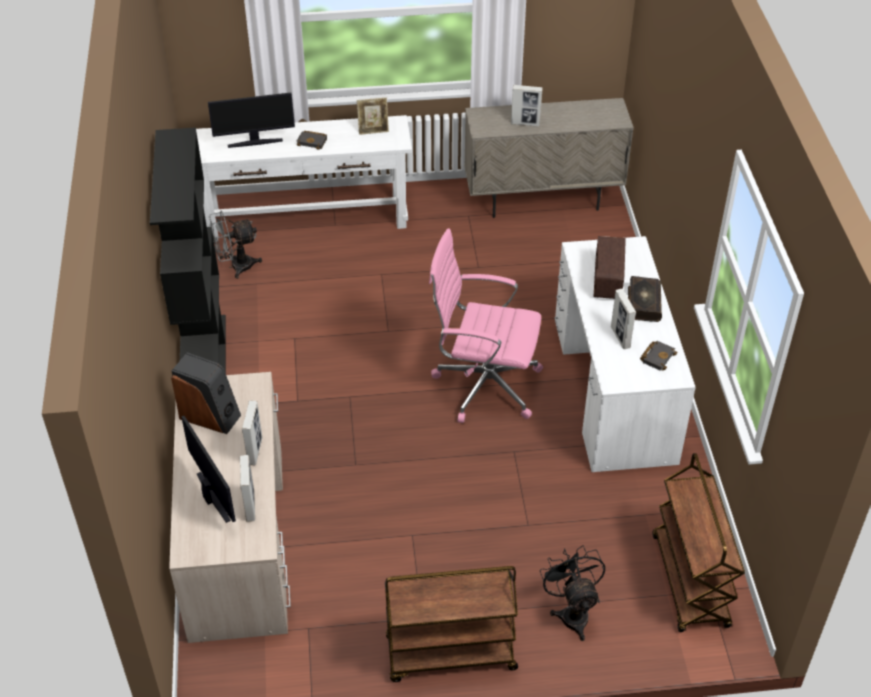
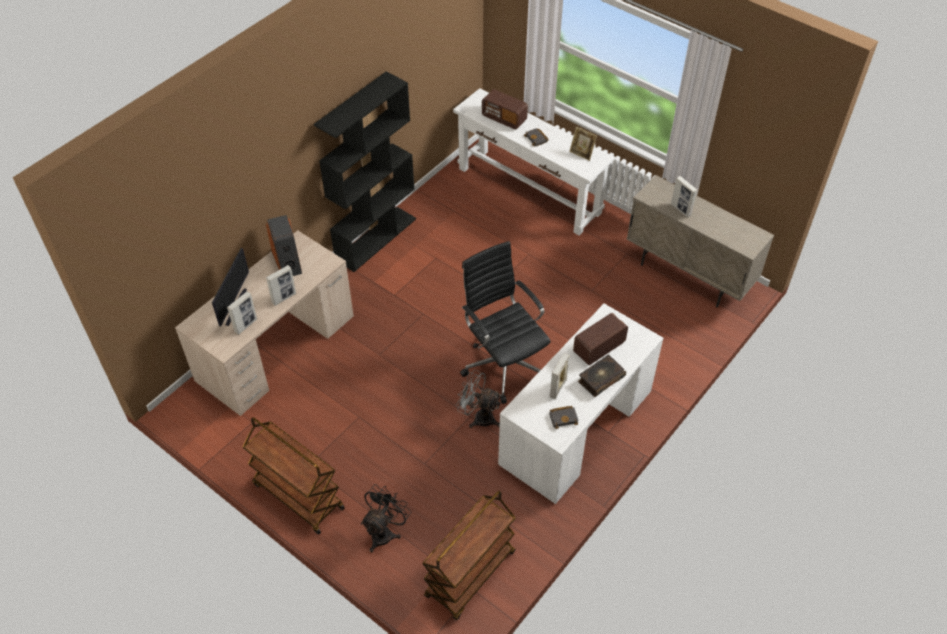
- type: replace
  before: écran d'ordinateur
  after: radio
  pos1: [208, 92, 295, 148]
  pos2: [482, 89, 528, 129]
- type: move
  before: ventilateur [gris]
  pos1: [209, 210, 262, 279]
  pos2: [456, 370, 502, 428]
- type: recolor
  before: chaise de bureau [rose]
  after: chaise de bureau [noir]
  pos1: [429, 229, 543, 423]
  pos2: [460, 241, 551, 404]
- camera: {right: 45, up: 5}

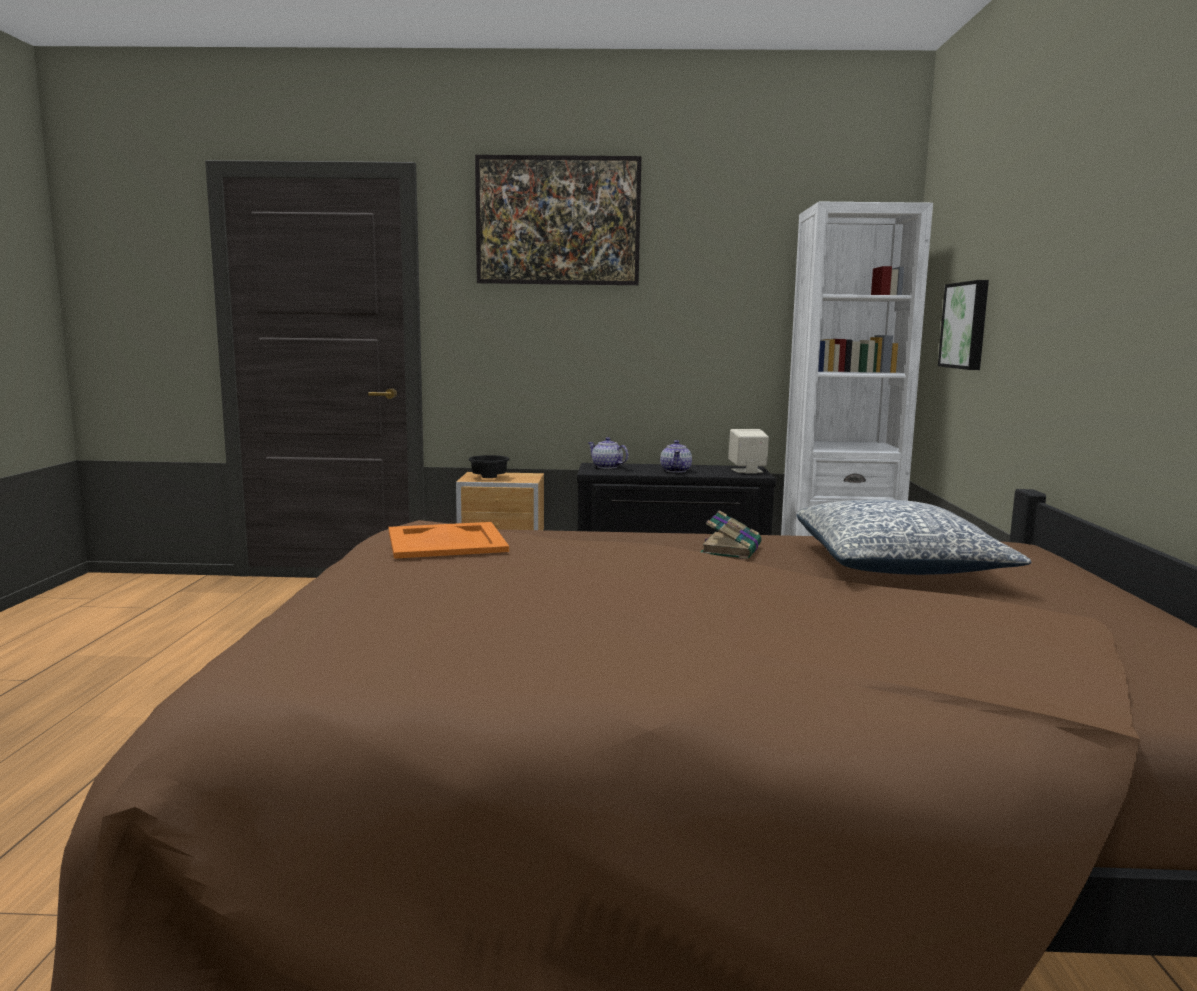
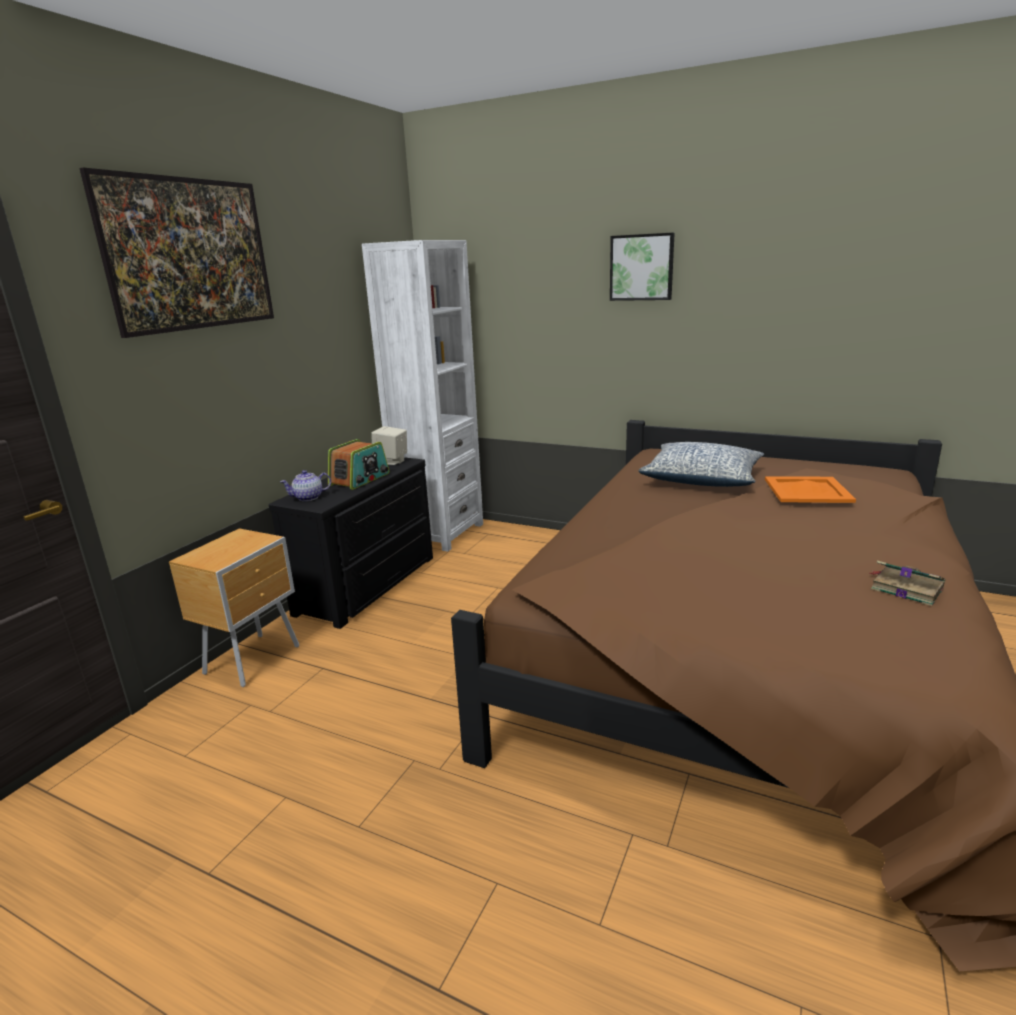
- type: move
  before: tableau
  pos1: [938, 280, 989, 370]
  pos2: [610, 233, 675, 301]
- type: replace
  before: théière
  after: radio
  pos1: [660, 440, 692, 473]
  pos2: [328, 439, 389, 490]
- type: delete
  before: bol [noir]
  pos1: [468, 455, 510, 478]
- type: move
  before: livre
  pos1: [701, 510, 761, 559]
  pos2: [870, 561, 946, 606]
- type: move
  before: plateau [orange]
  pos1: [389, 522, 509, 559]
  pos2: [765, 476, 856, 503]
- camera: {right: -65, up: 10}

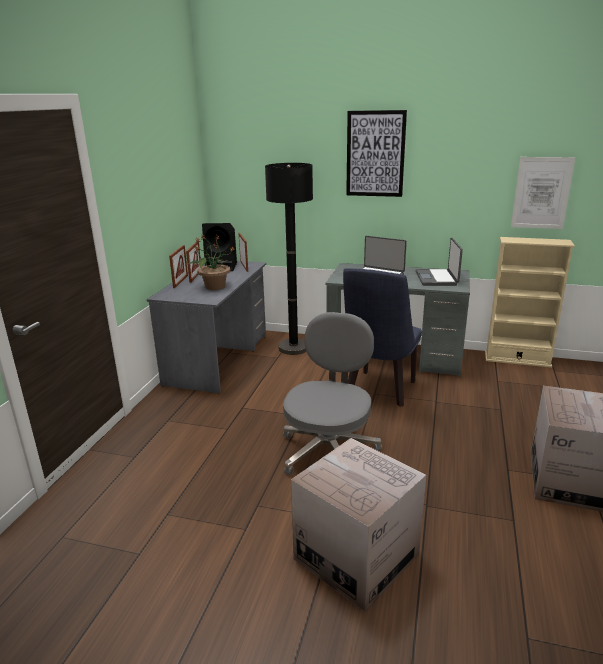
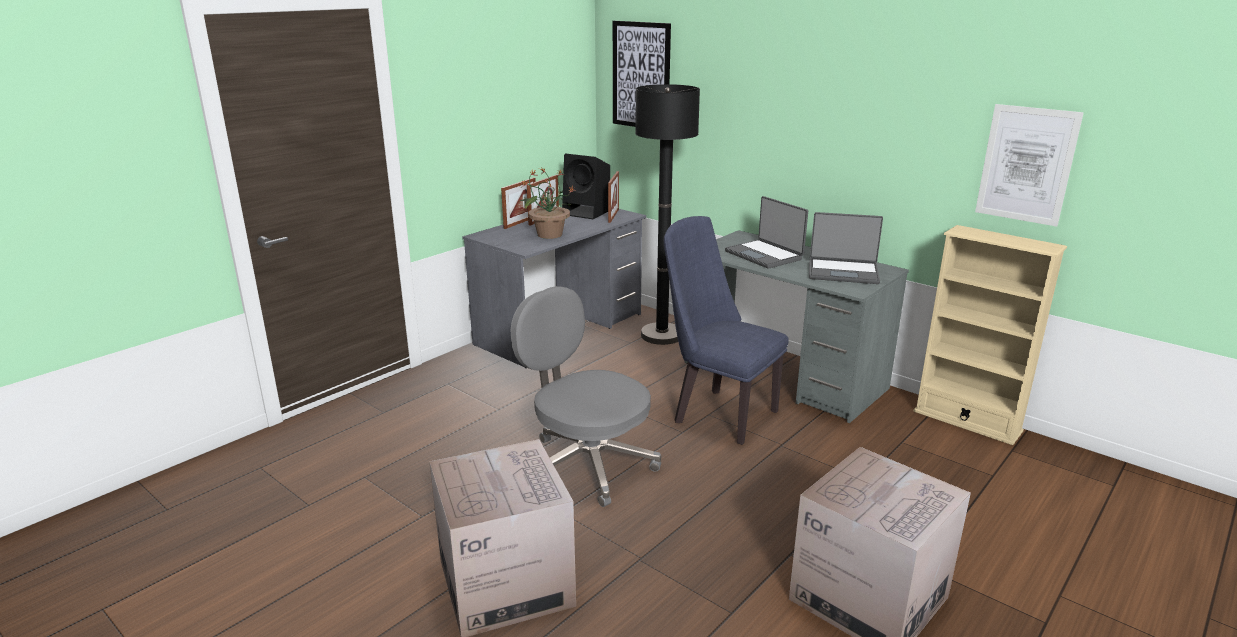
- type: move
  before: tableau
  pos1: [346, 110, 407, 197]
  pos2: [613, 21, 671, 127]
- type: rotate
  before: ordinateur portable
  pos1: [415, 238, 463, 286]
  pos2: [809, 212, 883, 284]
  turn: -105
- type: rotate
  before: chaise [bleu]
  pos1: [343, 268, 422, 407]
  pos2: [664, 216, 789, 445]
  turn: 75
- type: rotate
  before: chaise de bureau [gris]
  pos1: [283, 312, 382, 475]
  pos2: [511, 286, 661, 507]
  turn: -90
- camera: {right: 25, up: 0}

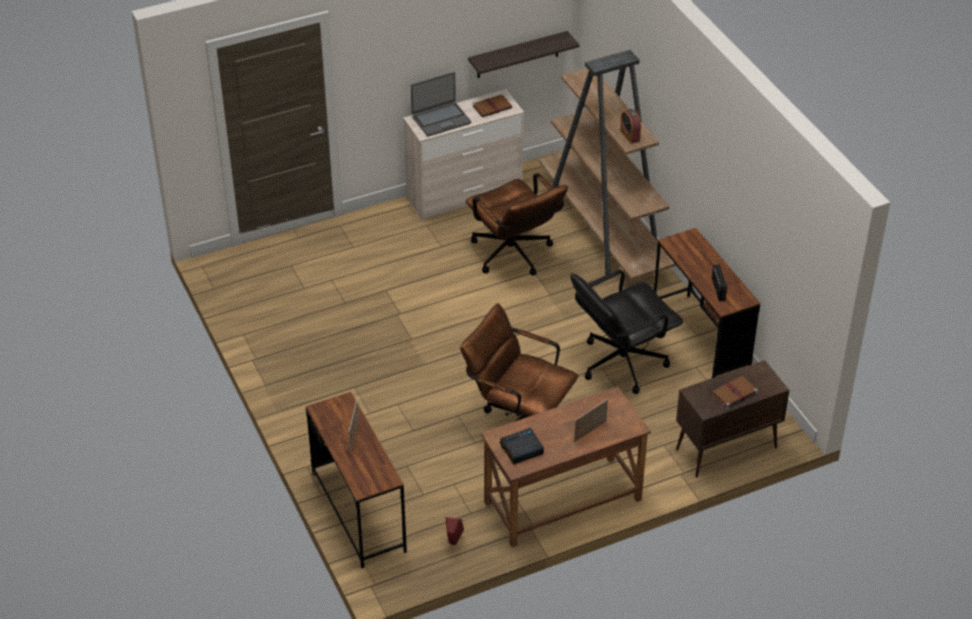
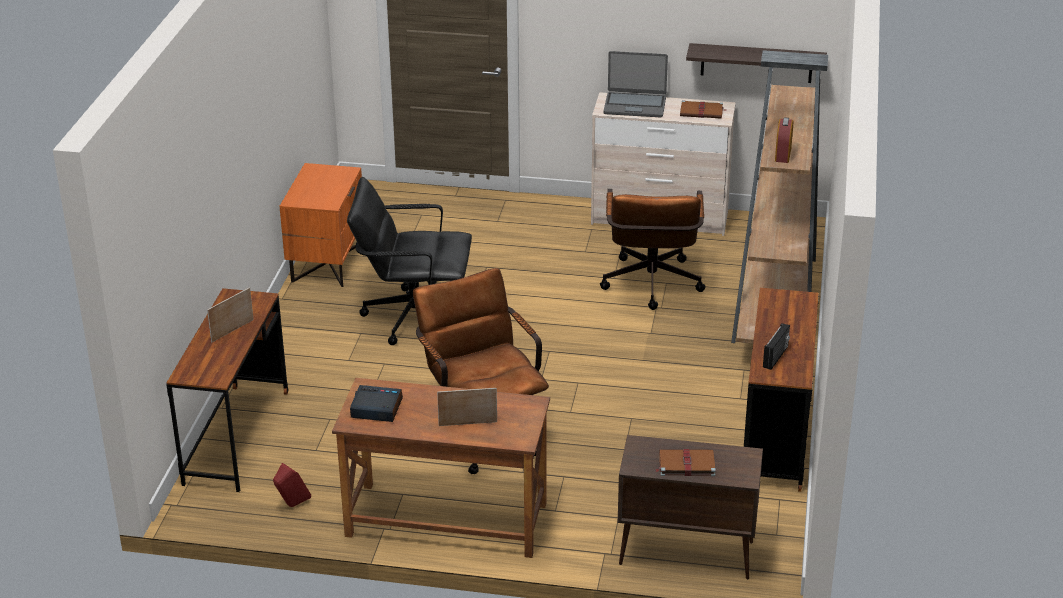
- type: move
  before: chaise de bureau [noir]
  pos1: [570, 270, 683, 394]
  pos2: [347, 177, 472, 345]
- type: insert
  after: table de chevet [orange]
  pos2: [280, 163, 362, 287]
- camera: {right: 35, up: -10}

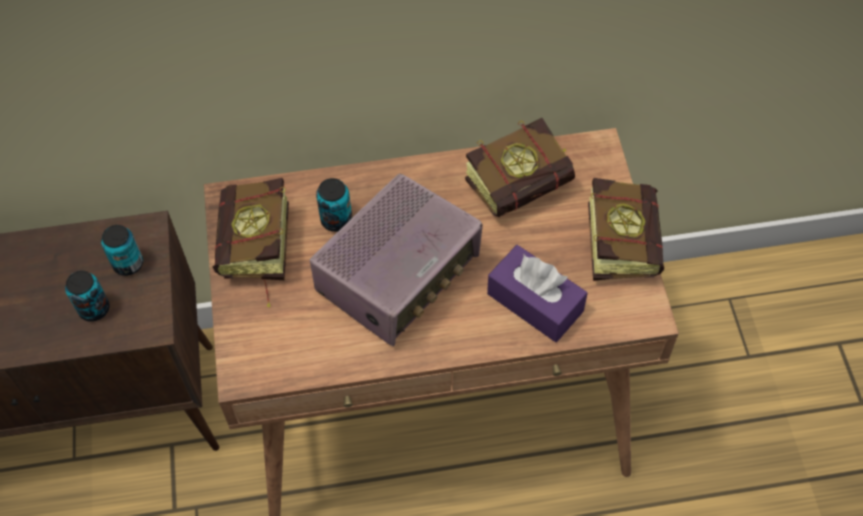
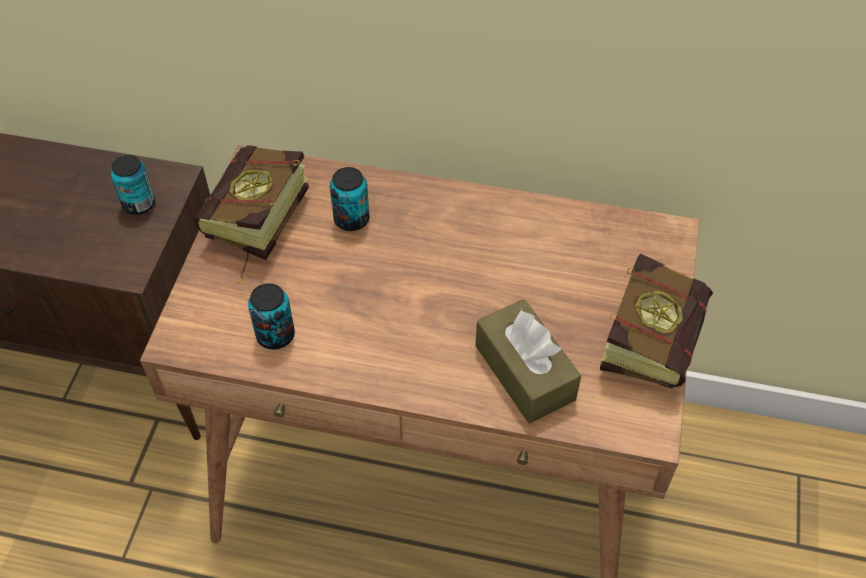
- type: delete
  before: livre
  pos1: [465, 118, 575, 217]
- type: delete
  before: radio
  pos1: [310, 174, 483, 346]
- type: recolor
  before: boîte à mouchoirs [violet]
  after: boîte à mouchoirs [marron]
  pos1: [487, 245, 588, 342]
  pos2: [475, 299, 581, 423]
- type: move
  before: boîte métallique
  pos1: [65, 270, 109, 322]
  pos2: [248, 283, 295, 350]
- camera: {right: 20, up: -5}

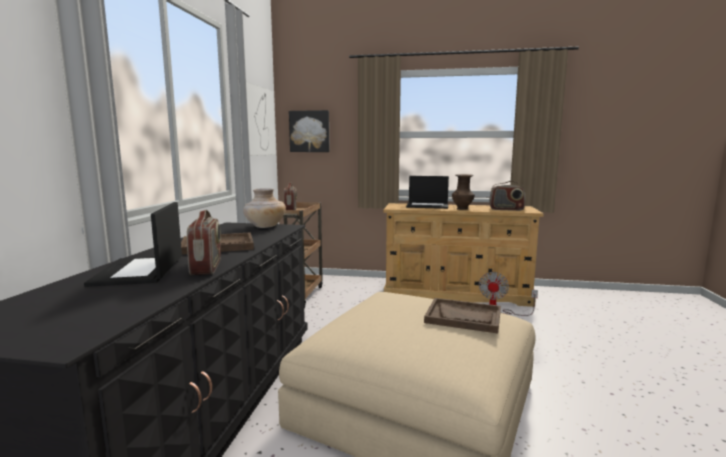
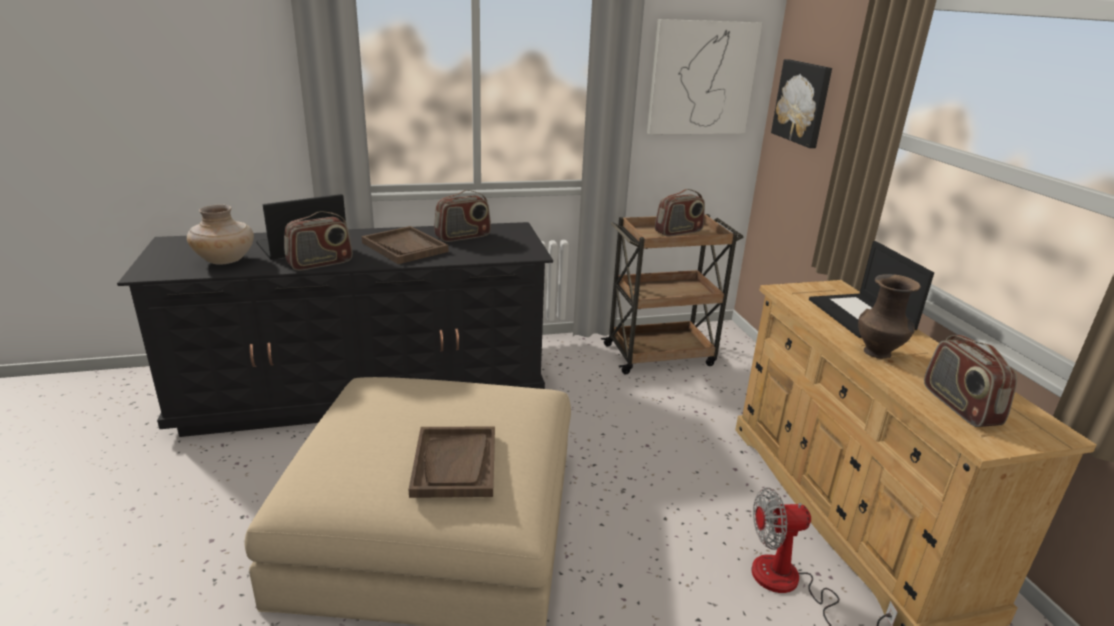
- type: move
  before: vase [beige]
  pos1: [243, 188, 286, 228]
  pos2: [187, 204, 254, 265]
- type: insert
  after: radio
  pos2: [434, 190, 491, 242]
- camera: {right: 65, up: 15}

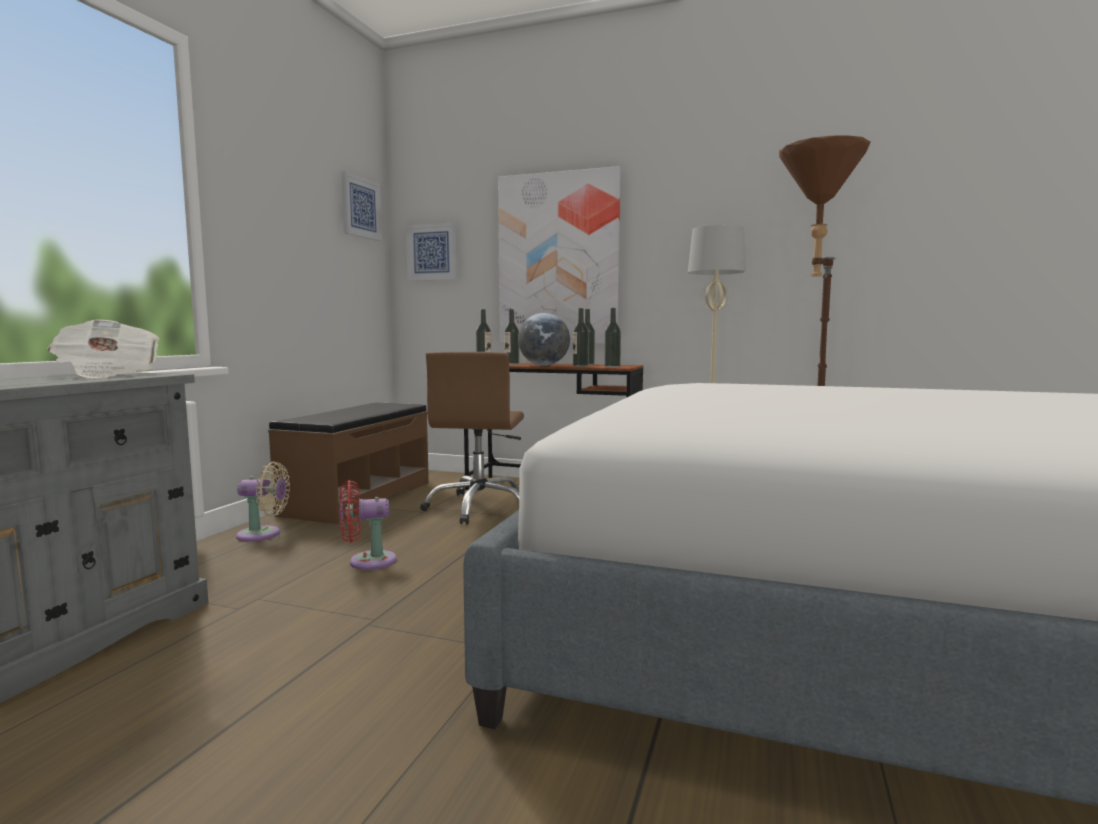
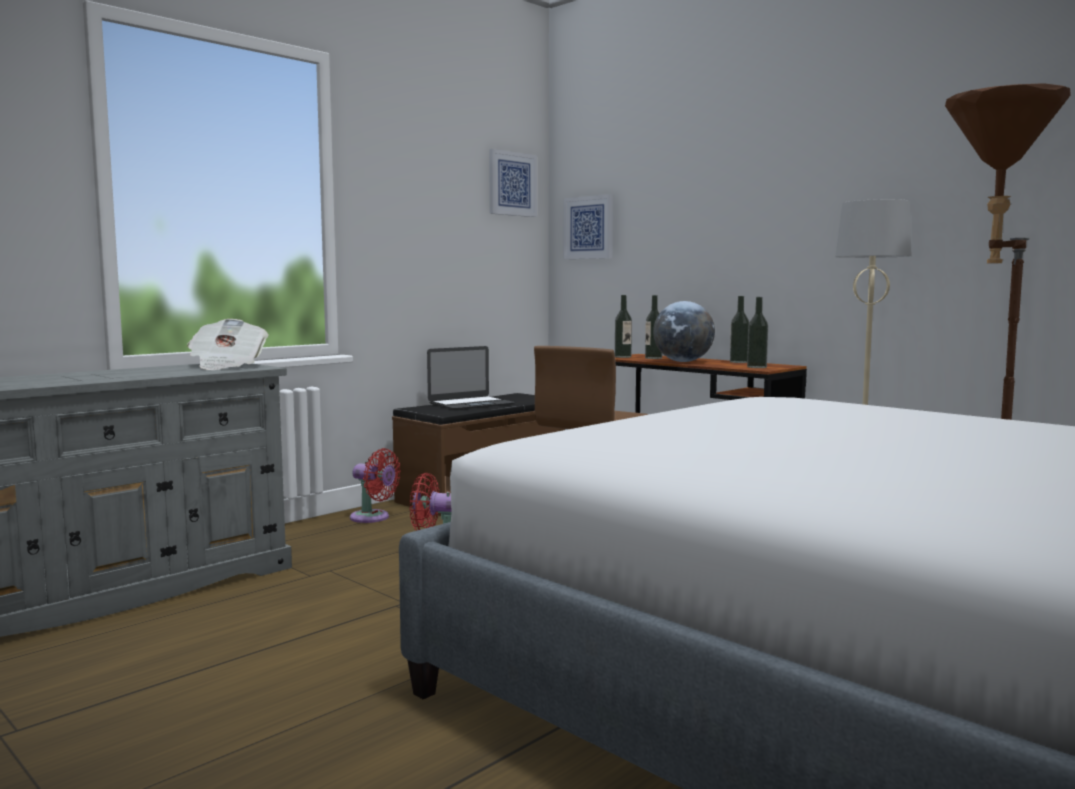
- type: delete
  before: tableau
  pos1: [498, 166, 621, 344]
- type: delete
  before: bouteille
  pos1: [573, 308, 589, 367]
- type: recolor
  before: ventilateur [beige]
  after: ventilateur [rouge]
  pos1: [236, 461, 290, 542]
  pos2: [350, 448, 401, 523]
- type: insert
  after: ordinateur portable
  pos2: [427, 346, 515, 410]
- camera: {right: 25, up: 0}

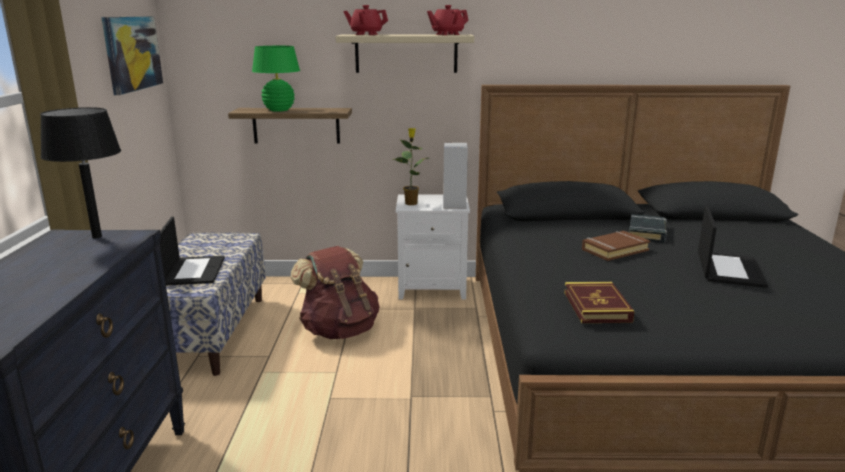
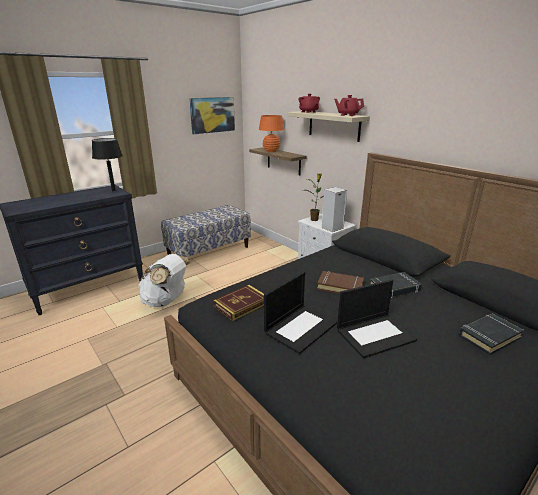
- type: recolor
  before: lampe de table [vert]
  after: lampe de table [orange]
  pos1: [252, 46, 300, 112]
  pos2: [259, 115, 284, 152]
- type: move
  before: ordinateur portable
  pos1: [160, 217, 225, 285]
  pos2: [264, 272, 337, 354]
- type: delete
  before: sac à dos [marron]
  pos1: [290, 246, 380, 339]
- type: insert
  after: sac à dos [blanc]
  pos2: [138, 254, 191, 307]
- type: insert
  after: livre [noir]
  pos2: [458, 314, 524, 355]
- camera: {right: 50, up: 5}

